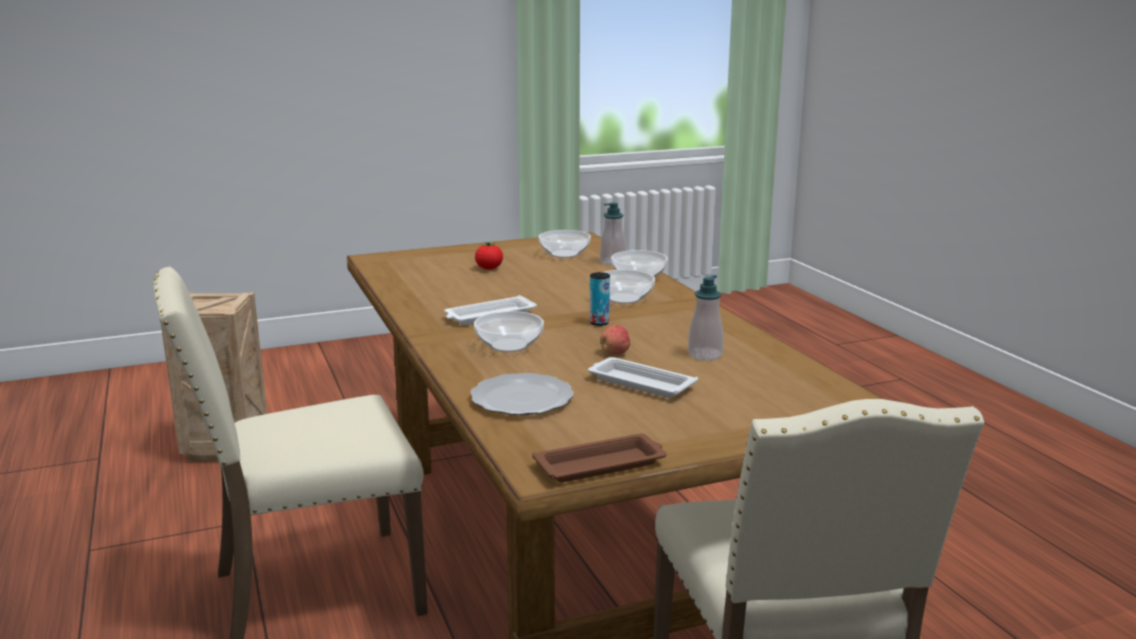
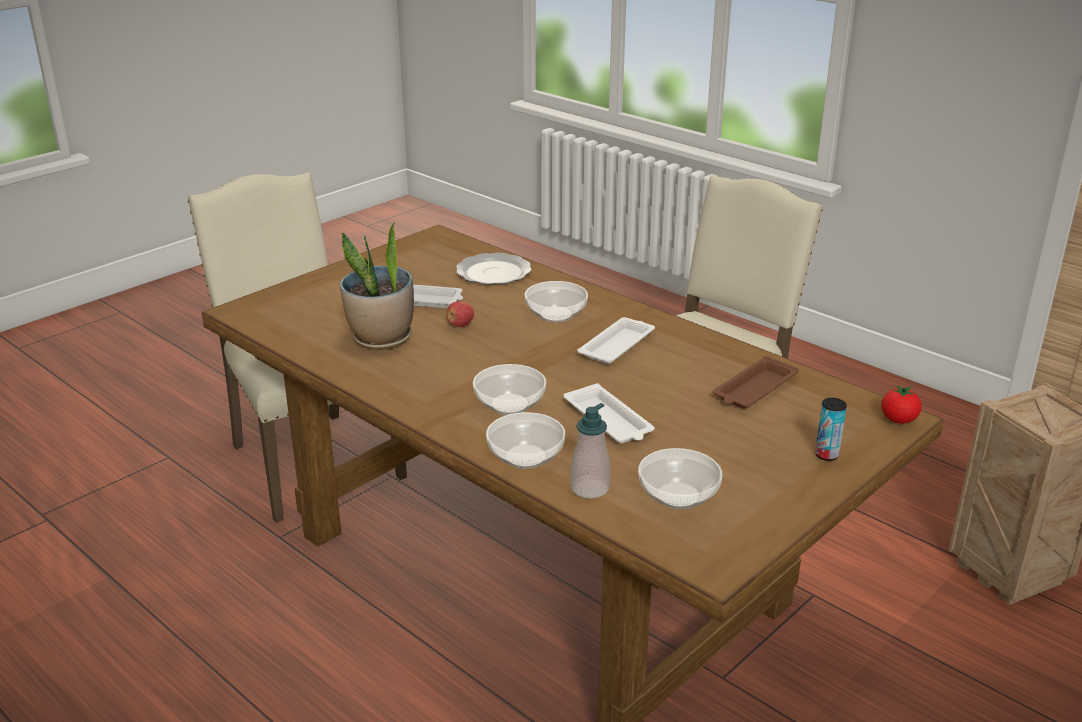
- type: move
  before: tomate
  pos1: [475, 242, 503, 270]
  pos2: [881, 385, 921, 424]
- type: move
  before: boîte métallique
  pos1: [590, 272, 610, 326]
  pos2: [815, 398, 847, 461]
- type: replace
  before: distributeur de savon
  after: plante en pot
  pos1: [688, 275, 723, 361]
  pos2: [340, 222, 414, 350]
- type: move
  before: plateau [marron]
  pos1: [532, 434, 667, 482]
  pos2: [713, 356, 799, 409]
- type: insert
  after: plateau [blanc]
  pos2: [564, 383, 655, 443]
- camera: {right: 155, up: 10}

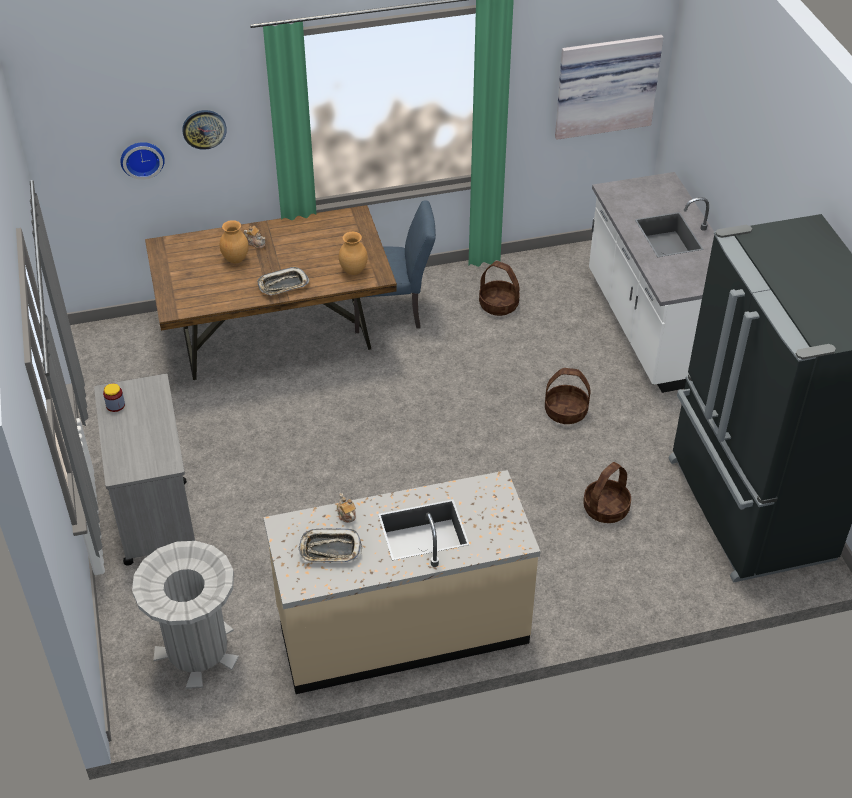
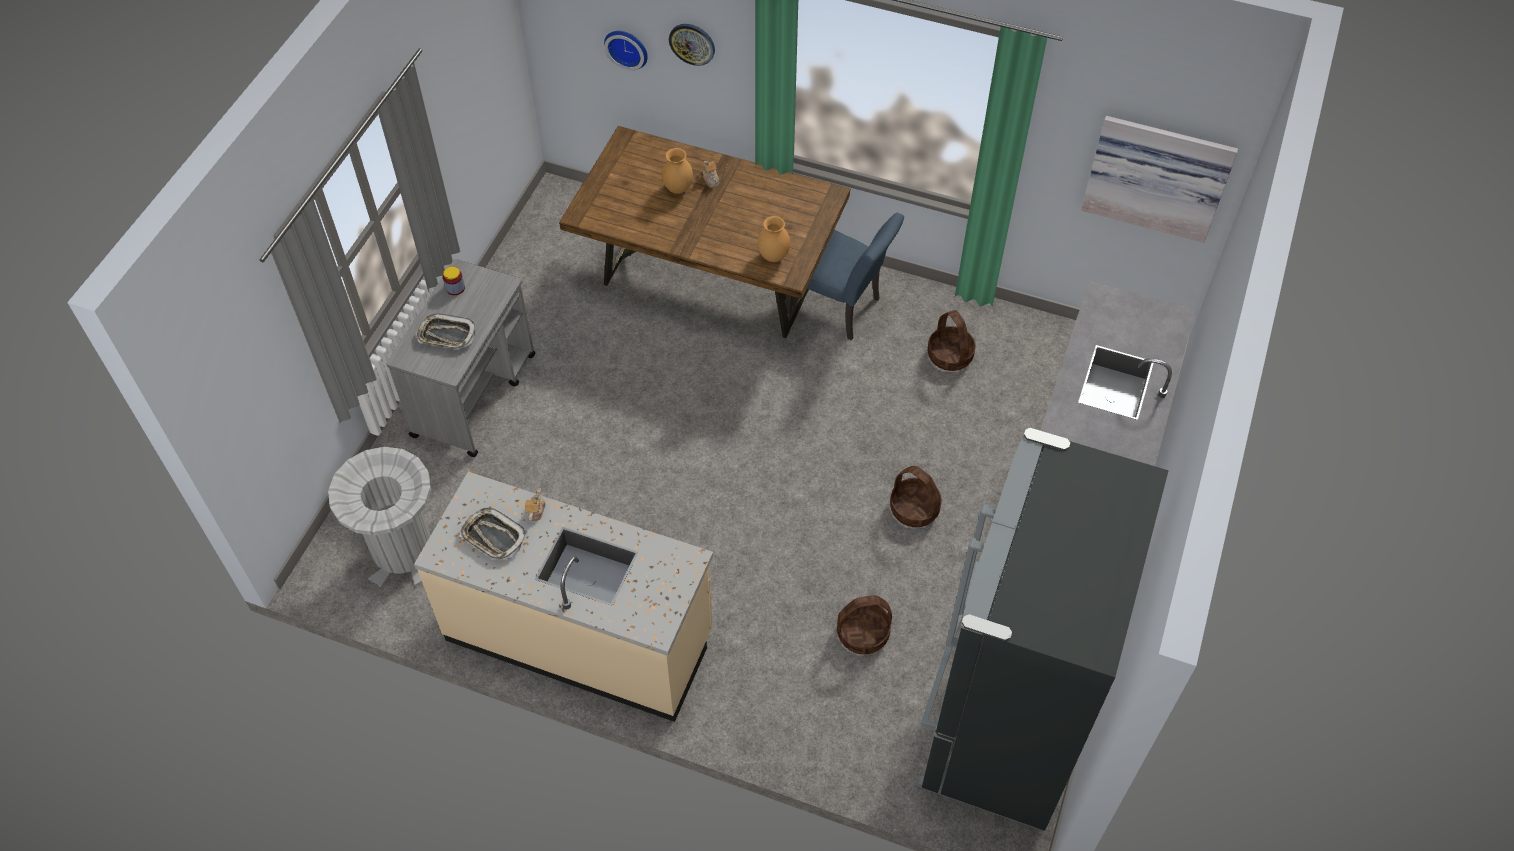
- type: move
  before: plateau
  pos1: [257, 267, 309, 295]
  pos2: [416, 314, 475, 349]
- camera: {right: 35, up: 10}

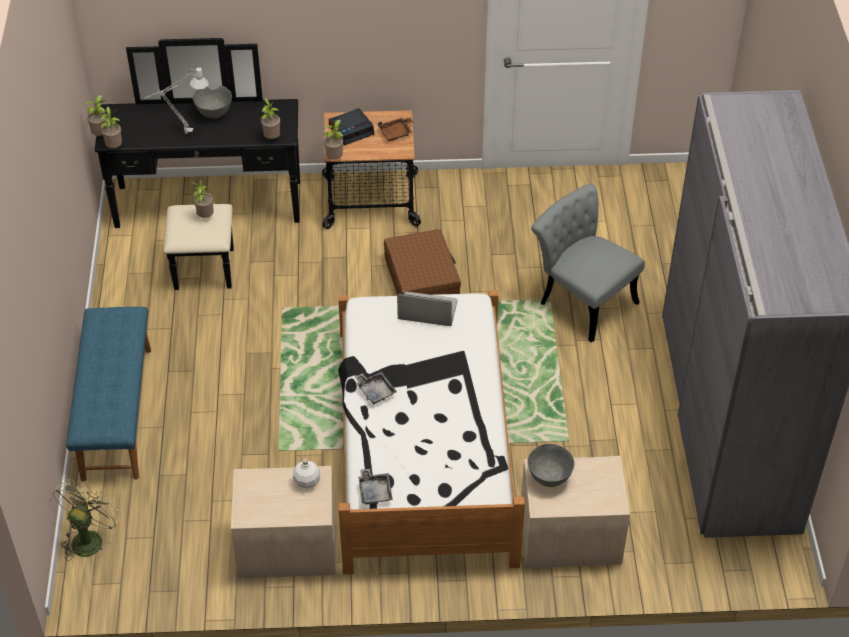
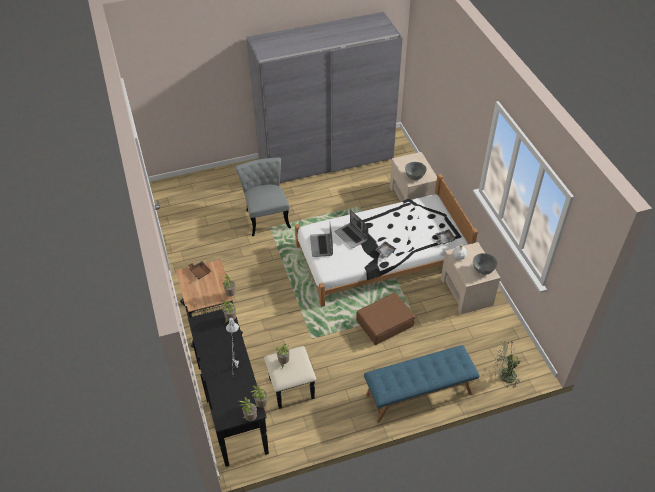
- type: move
  before: bol [gris]
  pos1: [193, 85, 232, 119]
  pos2: [473, 253, 497, 275]
- type: delete
  before: réveil
  pos1: [329, 108, 375, 145]
- type: rotate
  before: chaise [gris]
  pos1: [531, 184, 645, 342]
  pos2: [235, 157, 291, 236]
  turn: 135
- type: move
  before: valise [marron]
  pos1: [384, 229, 461, 295]
  pos2: [356, 293, 415, 345]
- type: insert
  after: ordinateur portable
  pos2: [335, 210, 368, 248]
- camera: {right: -105, up: 0}

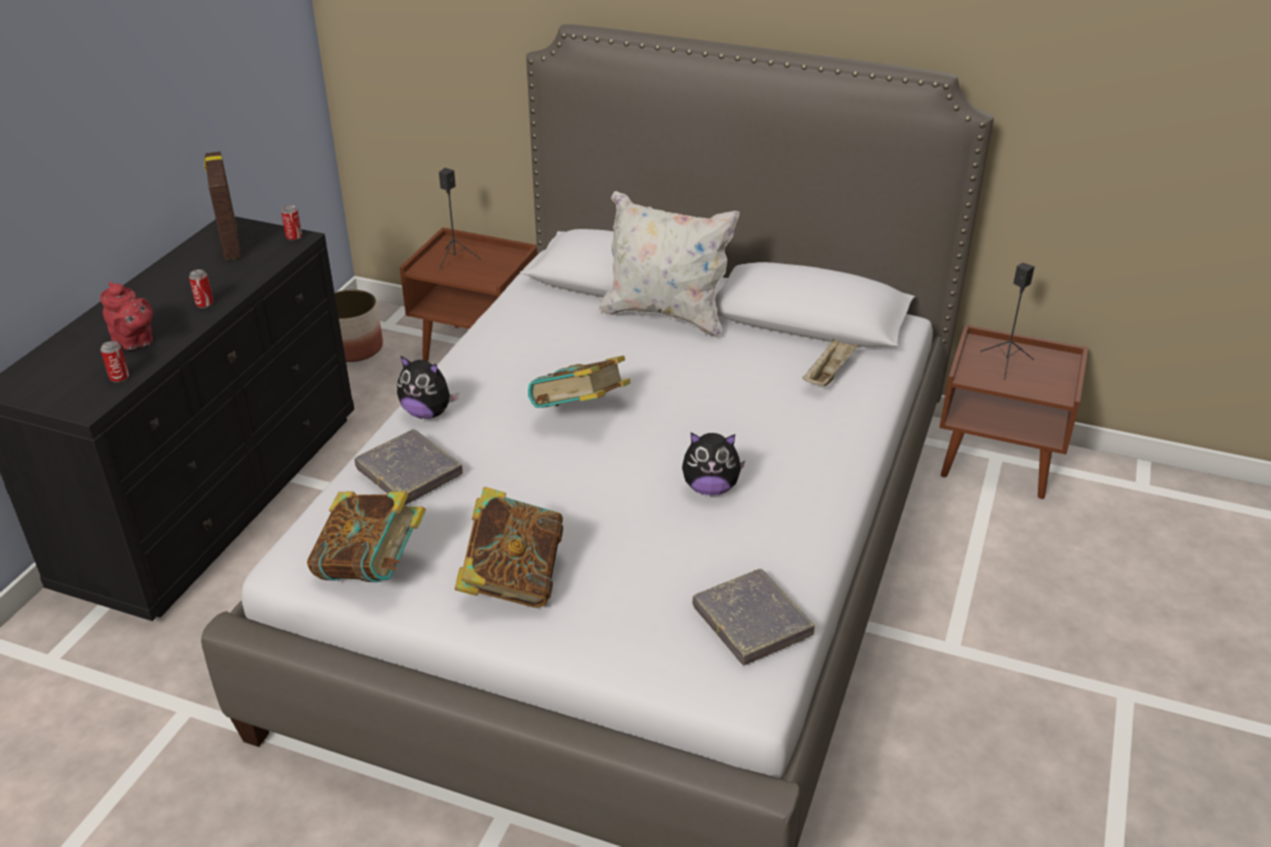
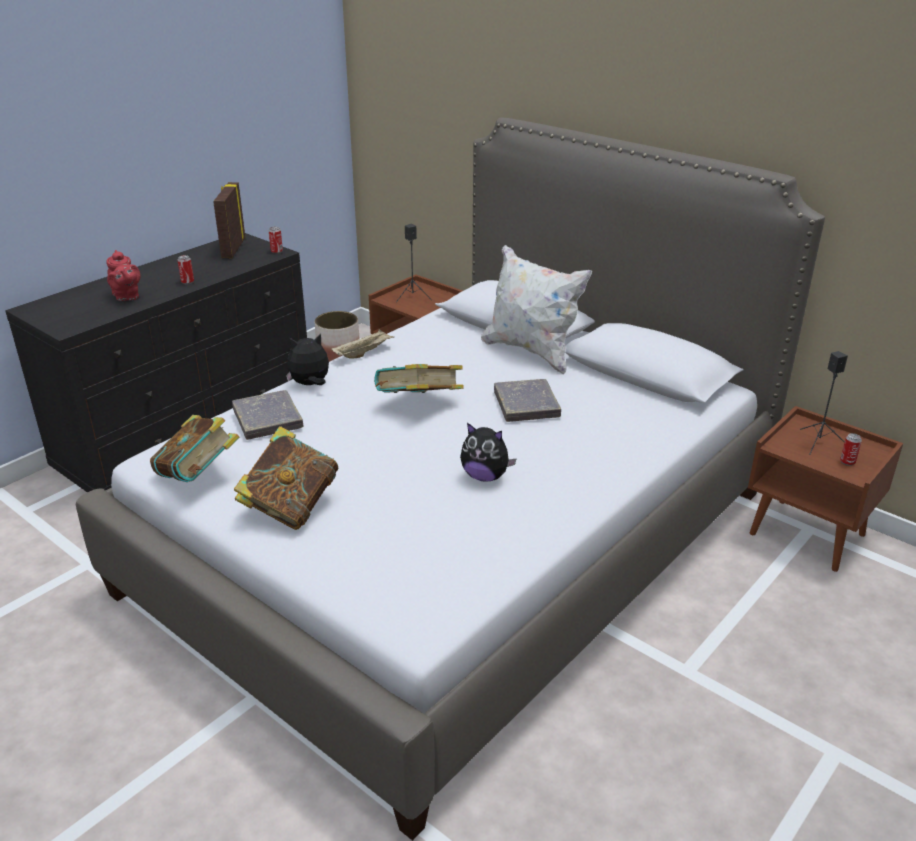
- type: move
  before: plateau [beige]
  pos1: [803, 339, 859, 387]
  pos2: [331, 329, 394, 359]
- type: move
  before: boîte métallique
  pos1: [100, 341, 129, 383]
  pos2: [840, 433, 862, 466]
- type: rotate
  before: peluche
  pos1: [397, 355, 459, 419]
  pos2: [286, 333, 329, 385]
  turn: 120
- type: move
  before: livre [gris]
  pos1: [692, 569, 815, 666]
  pos2: [494, 379, 561, 422]
- camera: {right: 20, up: -5}

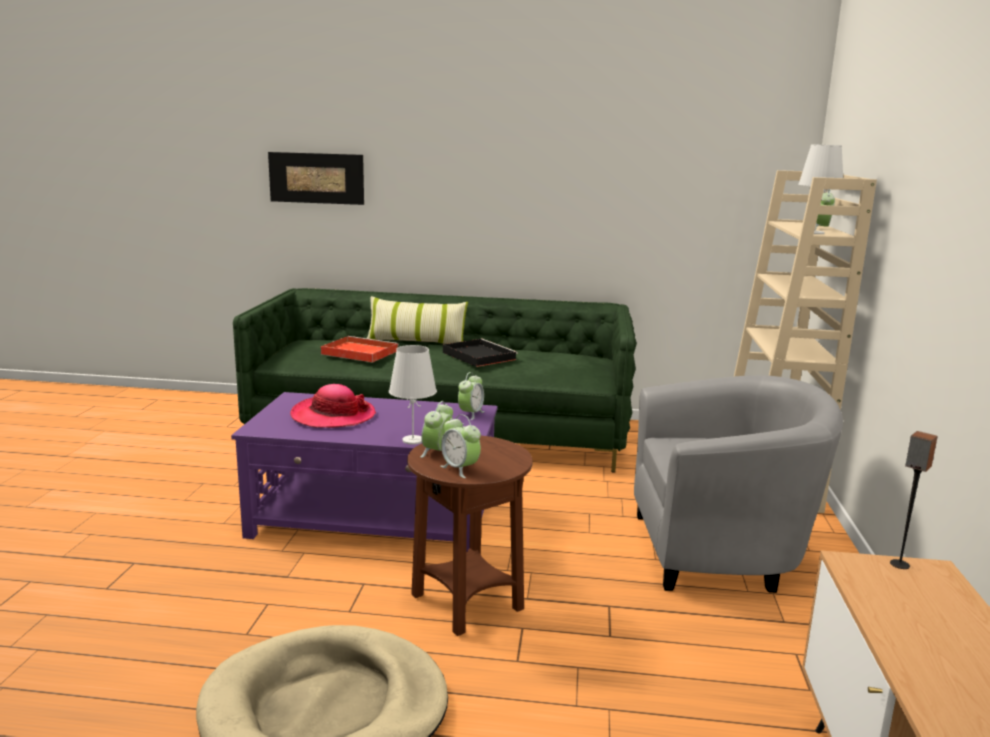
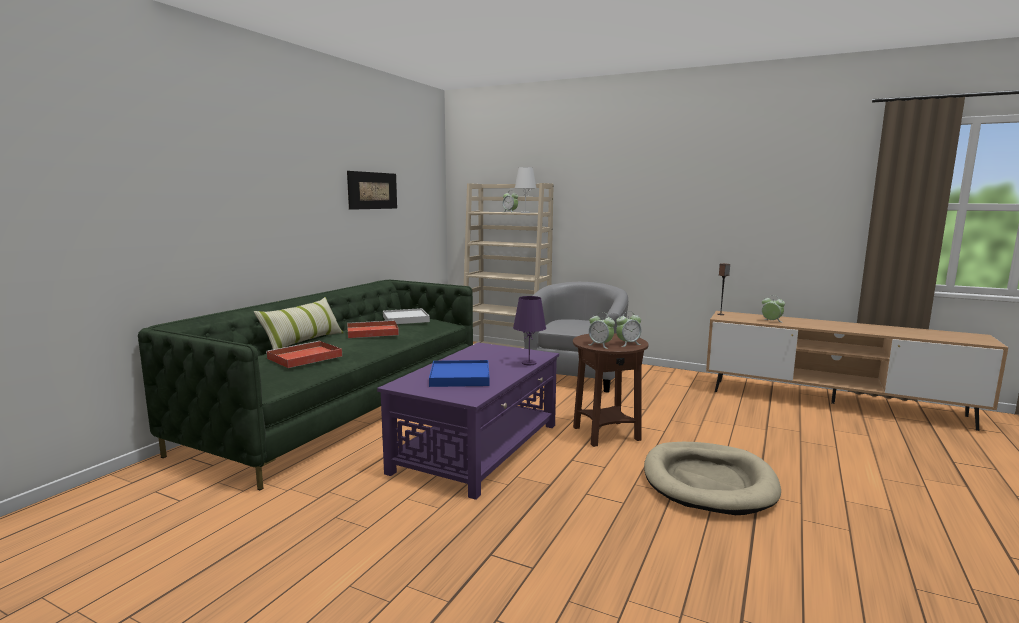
- type: move
  before: tableau
  pos1: [268, 152, 364, 205]
  pos2: [347, 171, 397, 210]
- type: recolor
  before: plateau [noir]
  after: plateau [rouge]
  pos1: [443, 339, 518, 367]
  pos2: [347, 320, 399, 338]
- type: recolor
  before: lampe de table [blanc]
  after: lampe de table [violet]
  pos1: [389, 345, 437, 444]
  pos2: [513, 296, 546, 365]
- type: move
  before: réveil
  pos1: [458, 372, 485, 420]
  pos2: [762, 295, 785, 322]
- type: replace
  before: chapeau
  after: plateau [bleu]
  pos1: [290, 384, 376, 428]
  pos2: [429, 360, 490, 387]
- type: insert
  after: plateau [blanc]
  pos2: [383, 308, 430, 324]
- camera: {right: -70, up: -5}

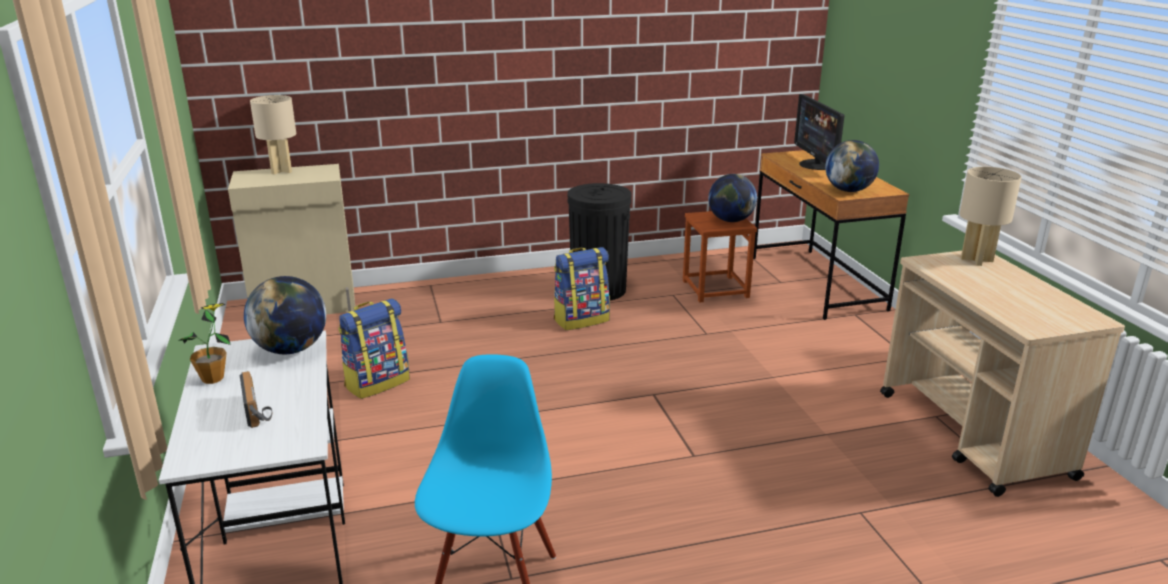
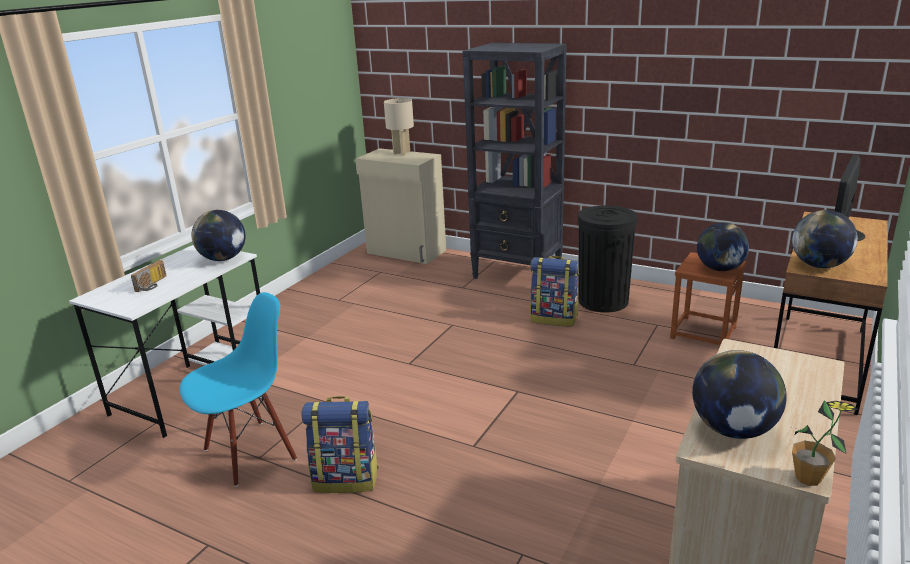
- type: delete
  before: lampe de table [beige]
  pos1: [959, 167, 1022, 266]
- type: move
  before: sac à dos
  pos1: [338, 299, 410, 399]
  pos2: [301, 396, 379, 493]
- type: move
  before: plante en pot
  pos1: [178, 303, 231, 384]
  pos2: [792, 400, 858, 486]
- type: insert
  after: bibliothèque [noir]
  pos2: [462, 43, 567, 279]
- type: insert
  after: globe
  pos2: [692, 350, 787, 439]
- camera: {right: 45, up: 0}

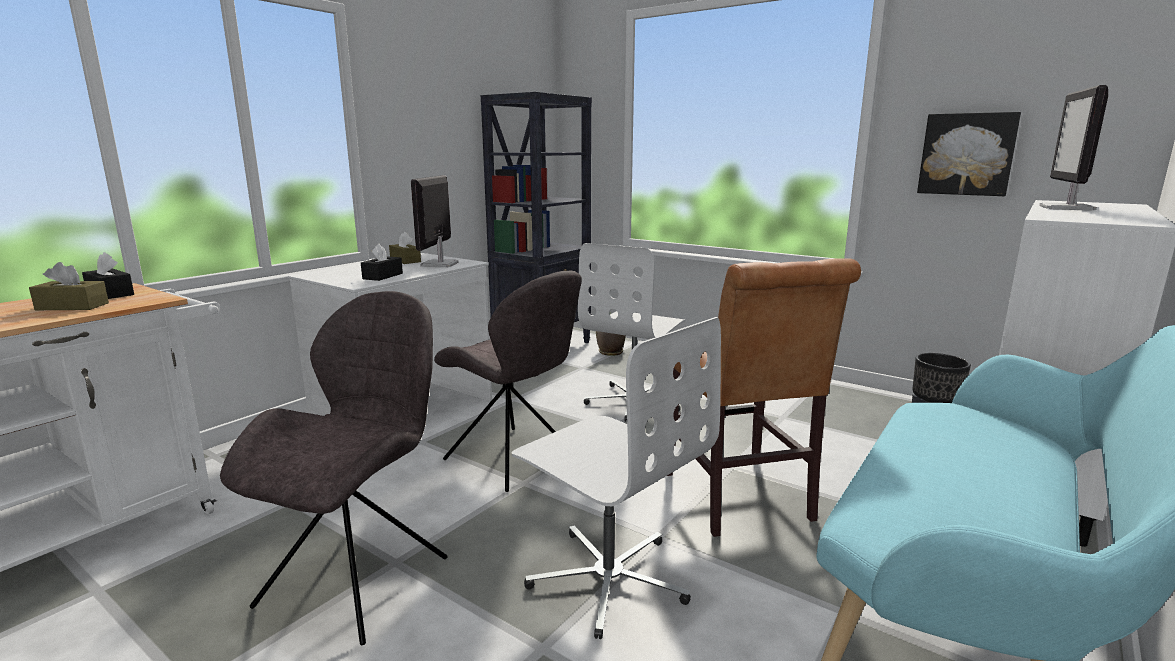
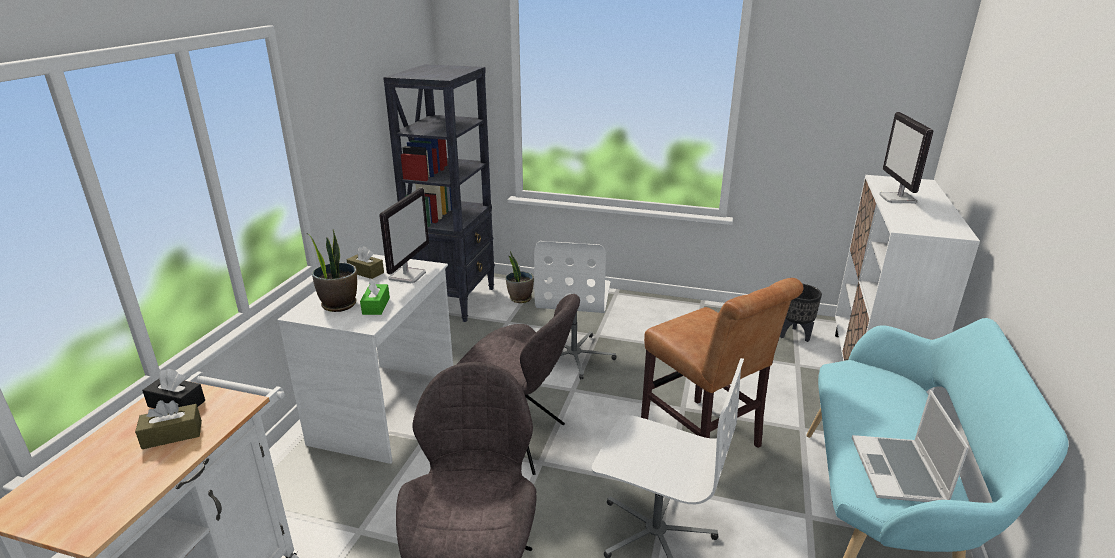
- type: delete
  before: tableau
  pos1: [917, 112, 1021, 196]
- type: rotate
  before: écran d'ordinateur
  pos1: [411, 175, 458, 267]
  pos2: [379, 188, 429, 283]
  turn: -150
- type: recolor
  before: boîte à mouchoirs [noir]
  after: boîte à mouchoirs [vert]
  pos1: [361, 244, 403, 281]
  pos2: [360, 279, 390, 315]
- type: insert
  after: plante en pot
  pos2: [308, 230, 357, 312]
- type: insert
  after: ordinateur portable
  pos2: [852, 390, 969, 502]
- camera: {right: -20, up: 10}

